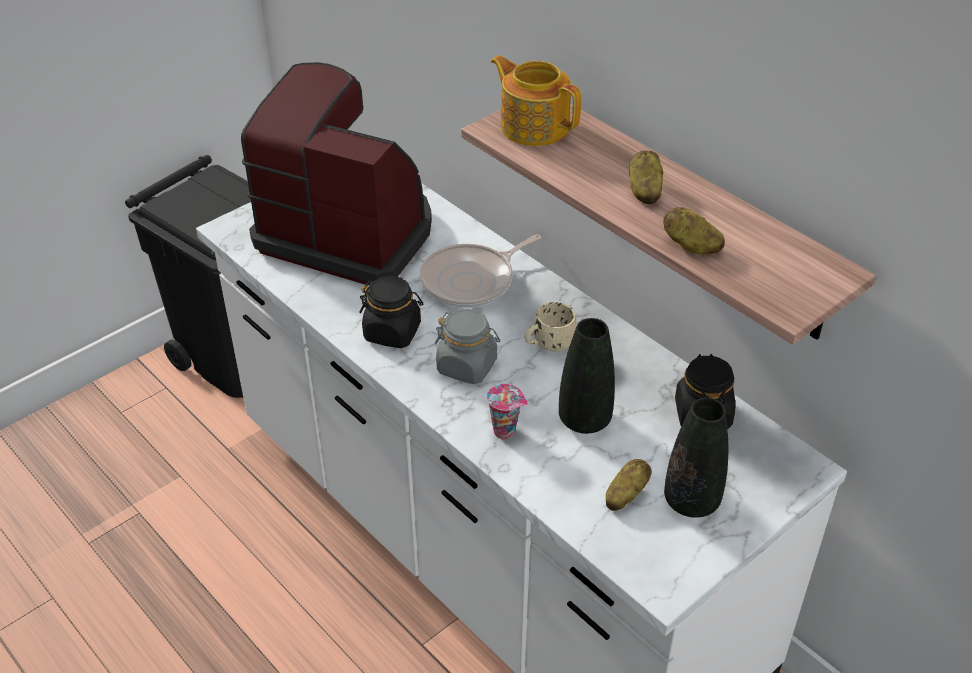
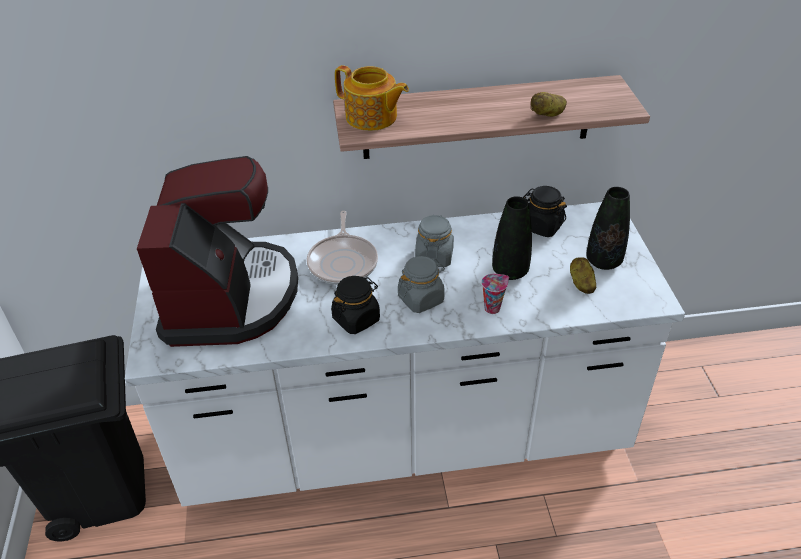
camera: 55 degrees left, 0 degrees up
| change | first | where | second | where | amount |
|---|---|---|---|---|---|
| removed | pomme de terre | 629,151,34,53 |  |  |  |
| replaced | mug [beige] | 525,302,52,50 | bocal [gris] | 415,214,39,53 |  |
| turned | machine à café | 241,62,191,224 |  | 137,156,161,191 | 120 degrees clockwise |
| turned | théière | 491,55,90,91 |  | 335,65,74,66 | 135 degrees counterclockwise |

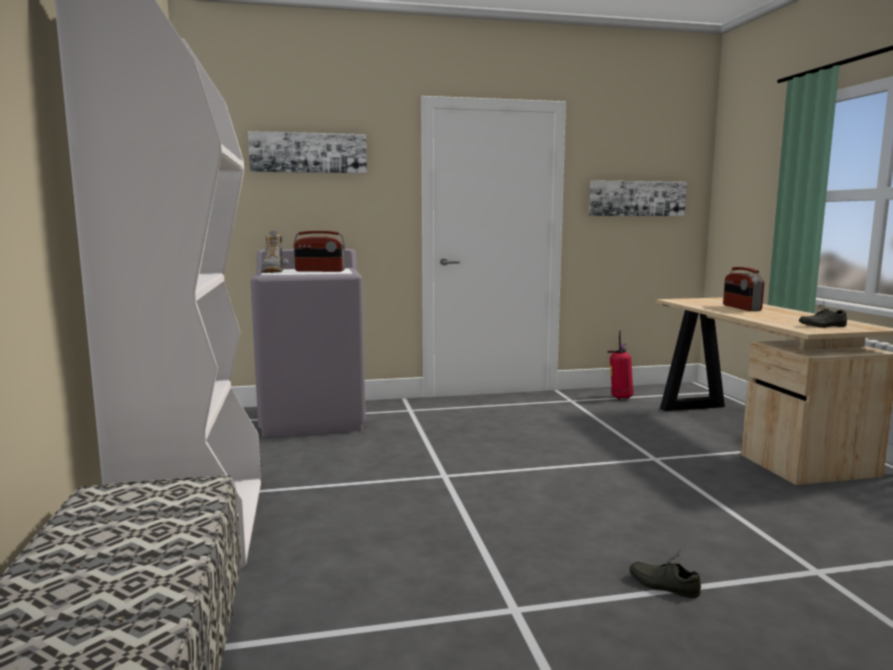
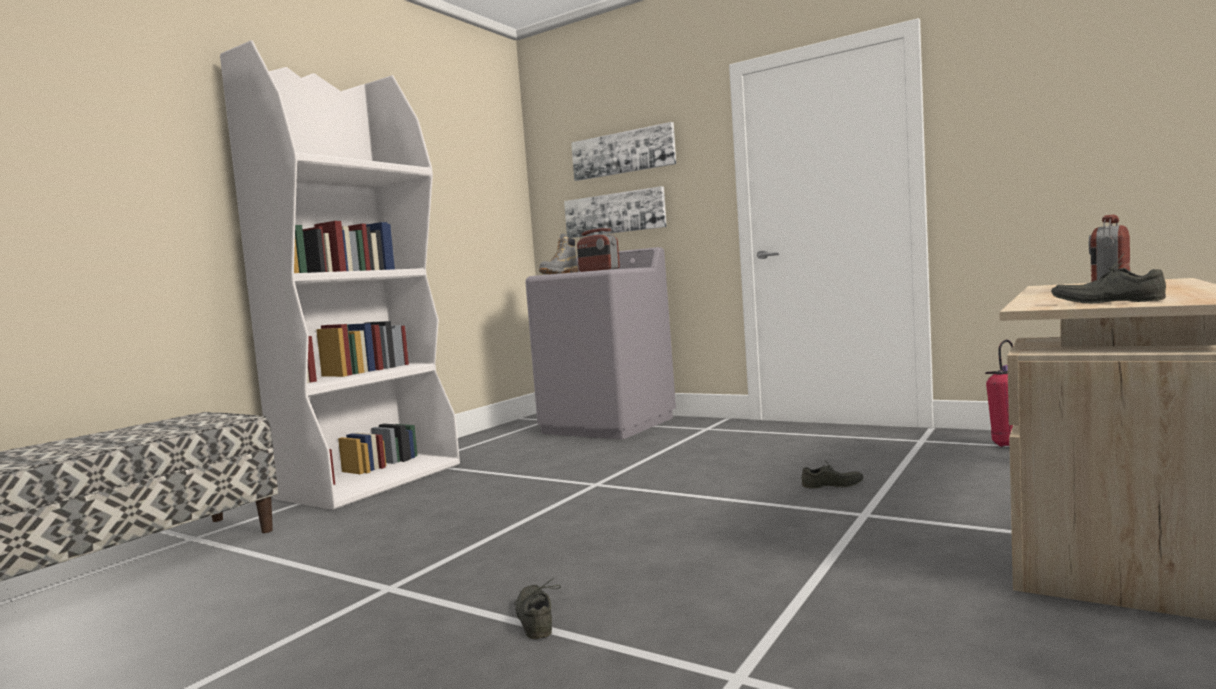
camera: 45 degrees right, 5 degrees down
| change | first | where | second | where | amount |
|---|---|---|---|---|---|
| added |  |  | chaussure [gris] | 802,463,62,26 |  |
| moved | tableau | 589,180,98,36 |  | 564,186,103,52 |  |

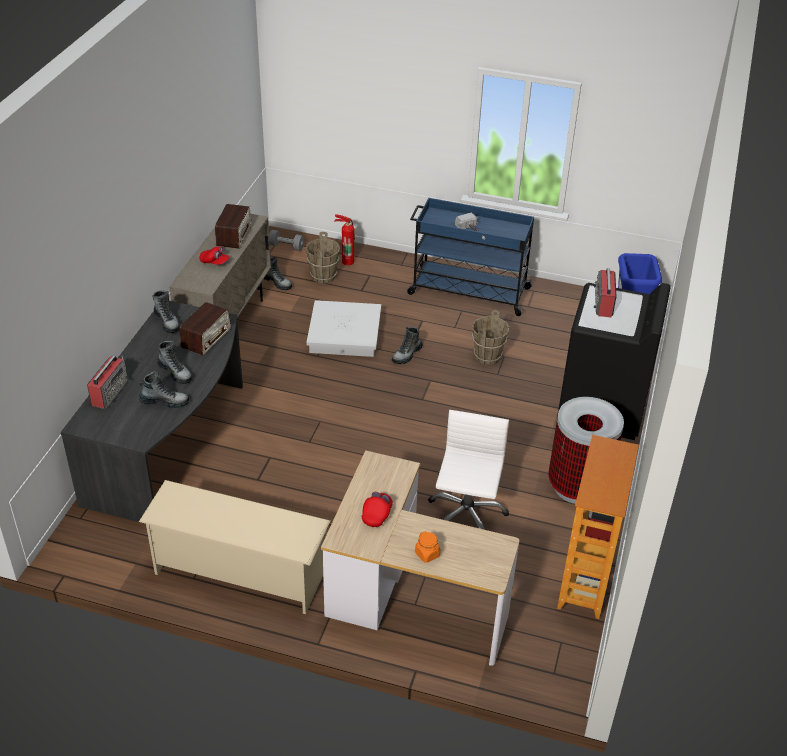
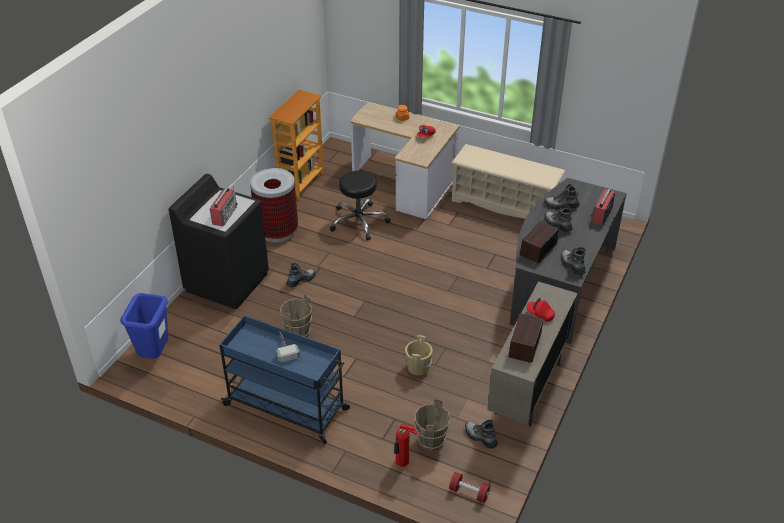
camera: 170 degrees left, 0 degrees up
| change | first | where | second | where | amount |
|---|---|---|---|---|---|
| moved | botte | 392,327,31,37 |  | 286,263,30,24 |  |
| replaced | boîte de rangement [blanc] | 307,300,74,57 | seau [beige] | 405,335,28,40 |  |
| replaced | chaise de bureau [blanc] | 428,410,81,120 | tabouret [noir] | 330,171,61,69 |  |
| recoloured | haltère [gris] | 269,230,35,21 | haltère [rouge] | 449,472,41,30 |  |

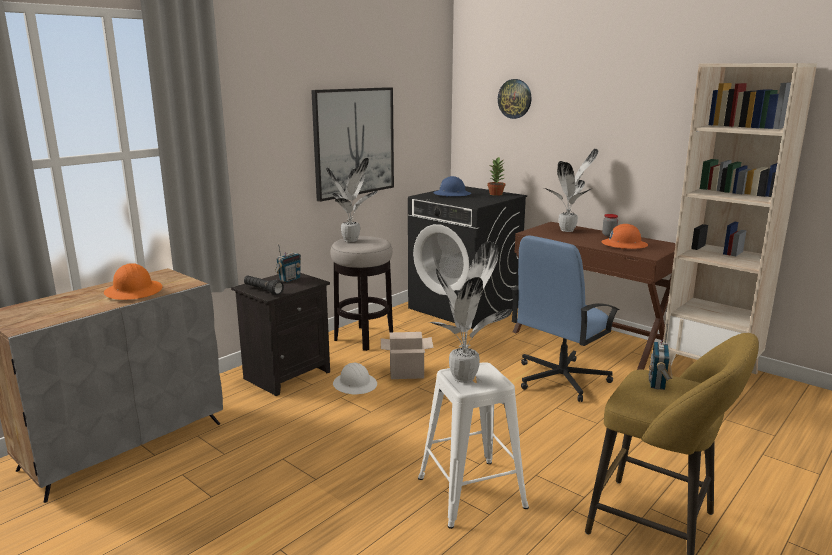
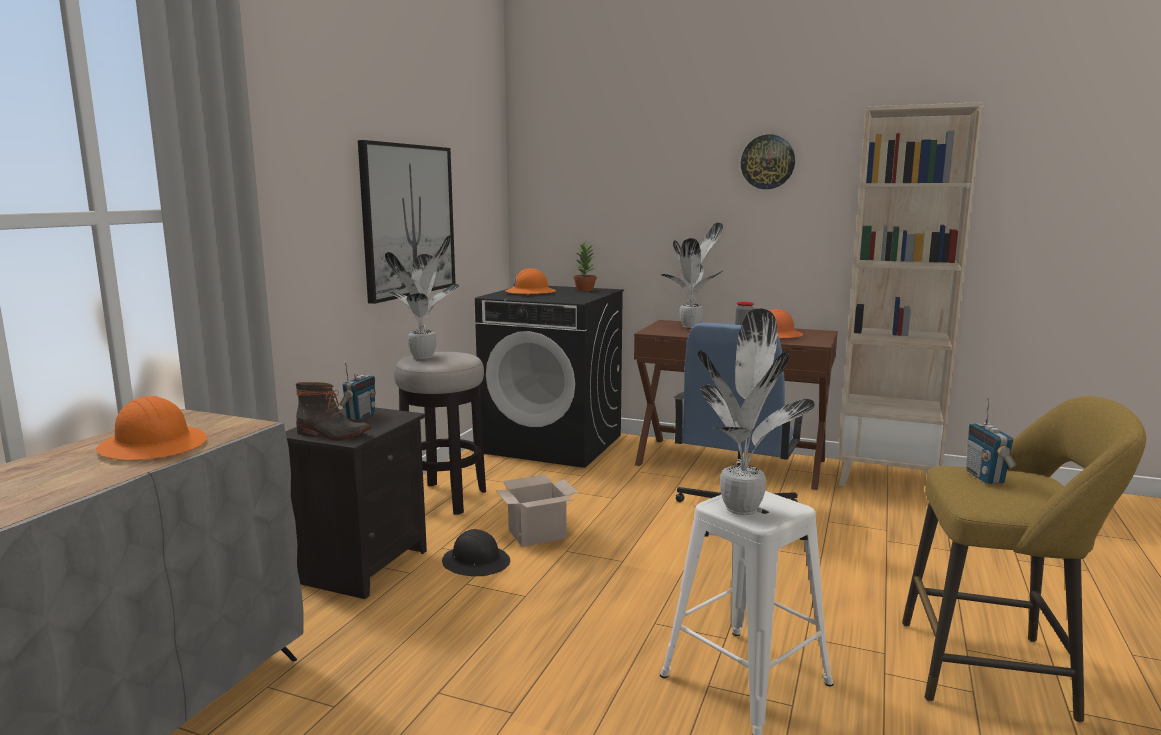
camera: 20 degrees left, 5 degrees down
| change | first | where | second | where | amount |
|---|---|---|---|---|---|
| moved | horloge murale | 498,79,33,40 |  | 741,134,54,55 |  |
| replaced | lampe de poche [noir] | 244,276,40,19 | botte | 296,382,75,58 |  |
| recoloured | casque de chantier [blanc] | 333,362,44,32 | casque de chantier [noir] | 442,529,68,47 |  |
| recoloured | casque de chantier [bleu] | 433,176,38,21 | casque de chantier [orange] | 505,268,51,27 |  |

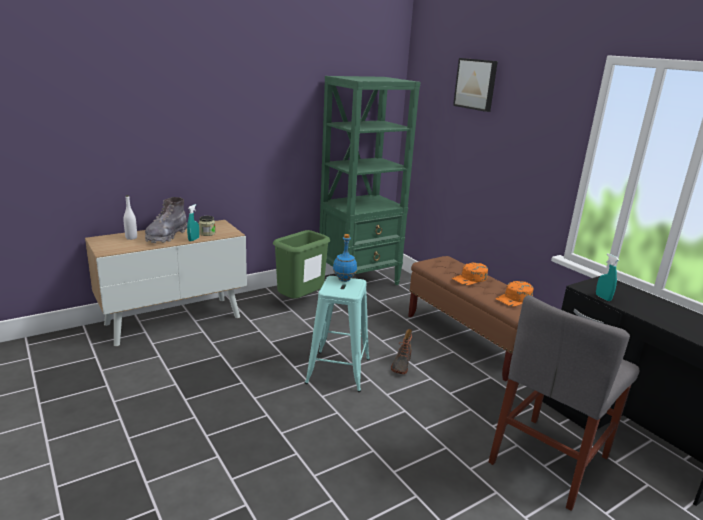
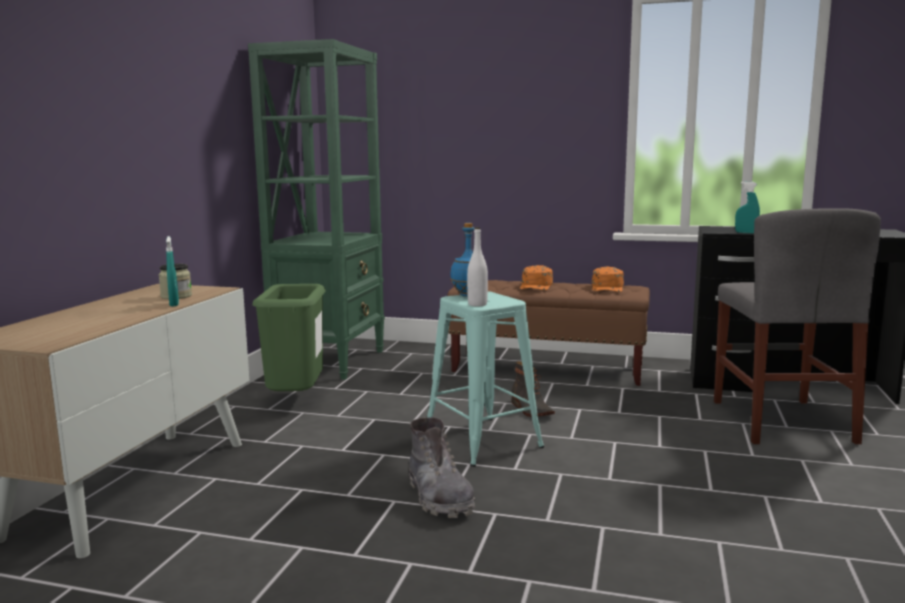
camera: 40 degrees left, 10 degrees down
| change | first | where | second | where | amount |
|---|---|---|---|---|---|
| removed | tableau | 453,58,45,54 |  |  |  |
| moved | bouteille [blanc] | 123,195,14,45 |  | 467,227,21,79 |  |
| moved | botte [gris] | 145,197,42,46 |  | 409,417,66,101 |  |

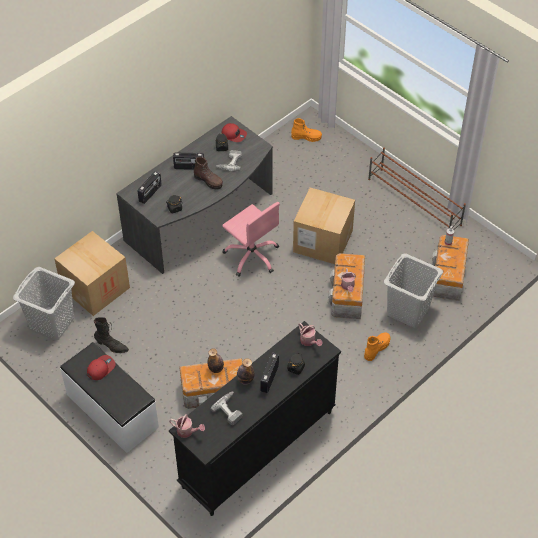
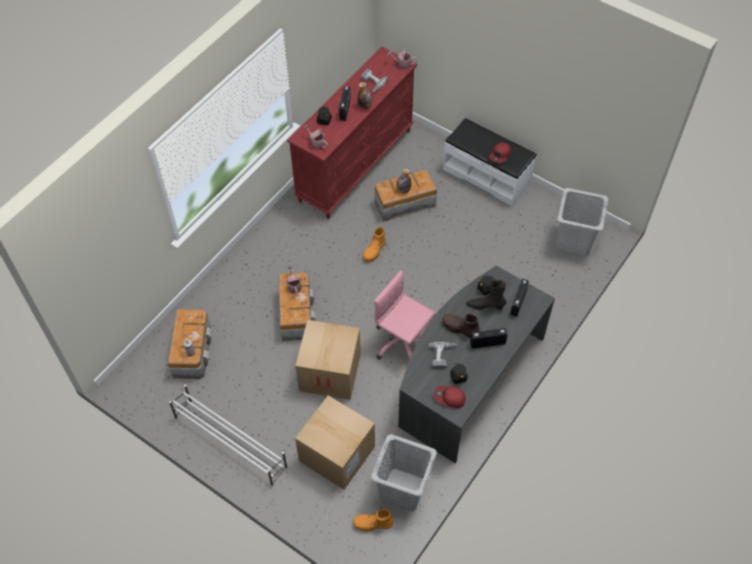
camera: 170 degrees right, 5 degrees up
| change | first | where | second | where | amount |
|---|---|---|---|---|---|
| moved | carton | 54,231,76,85 |  | 295,395,80,95 |  |
| moved | botte [noir] | 94,317,35,36 |  | 466,280,41,30 |  |
| moved | botte [orange] | 364,332,27,29 |  | 363,227,22,35 |  |
| moved | panier à linge [gris] | 384,253,59,75 |  | 371,434,66,77 |  |
| recoloured | commode [noir] | 169,321,172,195 | commode [rouge] | 287,47,130,172 |  |
| recoloured | étagère à chaussures [marron] | 368,148,98,82 | étagère à chaussures [blanc] | 169,385,119,102 |  |

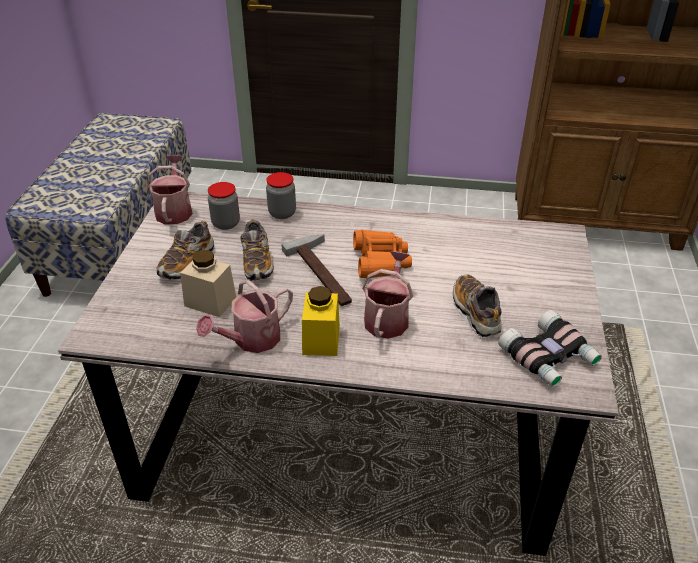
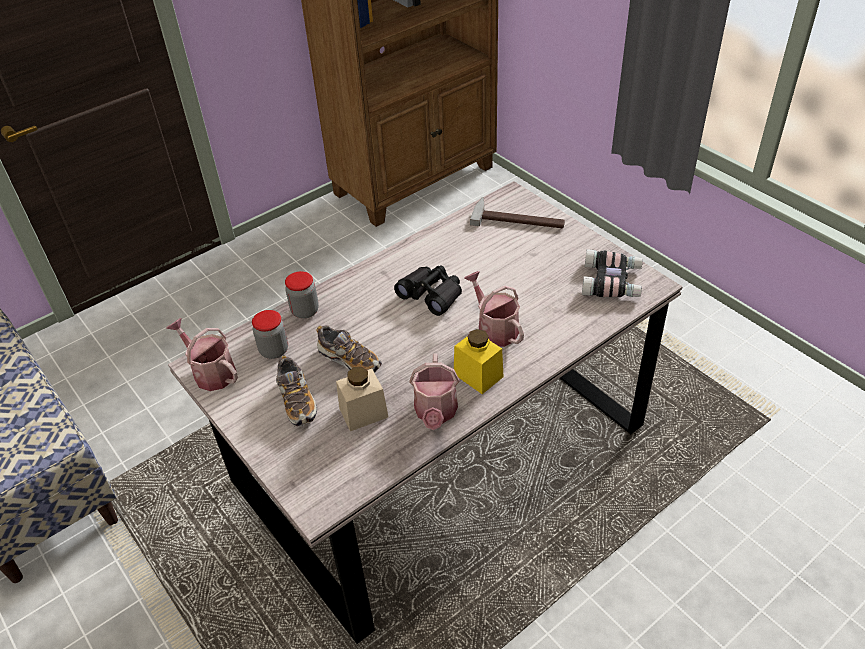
camera: 45 degrees left, 5 degrees up
| change | first | where | second | where | amount |
|---|---|---|---|---|---|
| removed | chaussure | 453,274,48,64 |  |  |  |
| moved | marteau | 282,234,70,72 |  | 470,197,95,31 |  |
| recoloured | jumelles [orange] | 353,230,59,48 | jumelles [noir] | 394,265,68,51 |  |

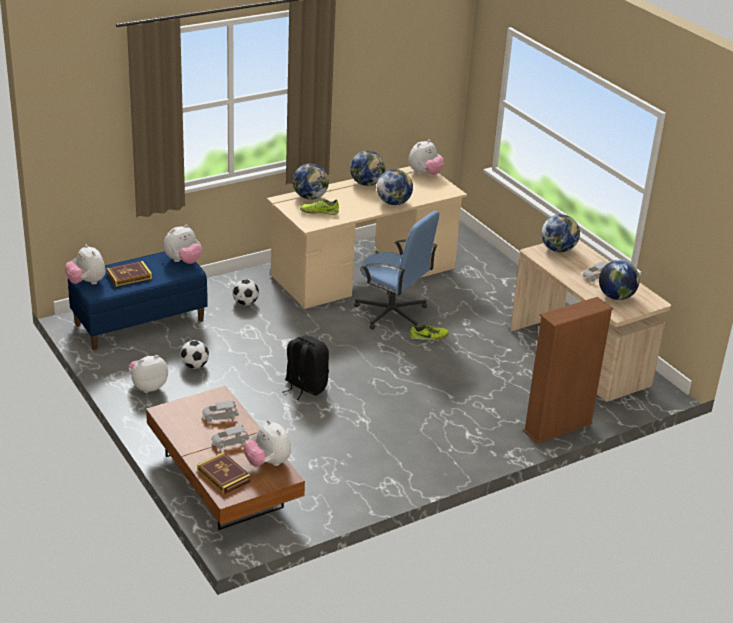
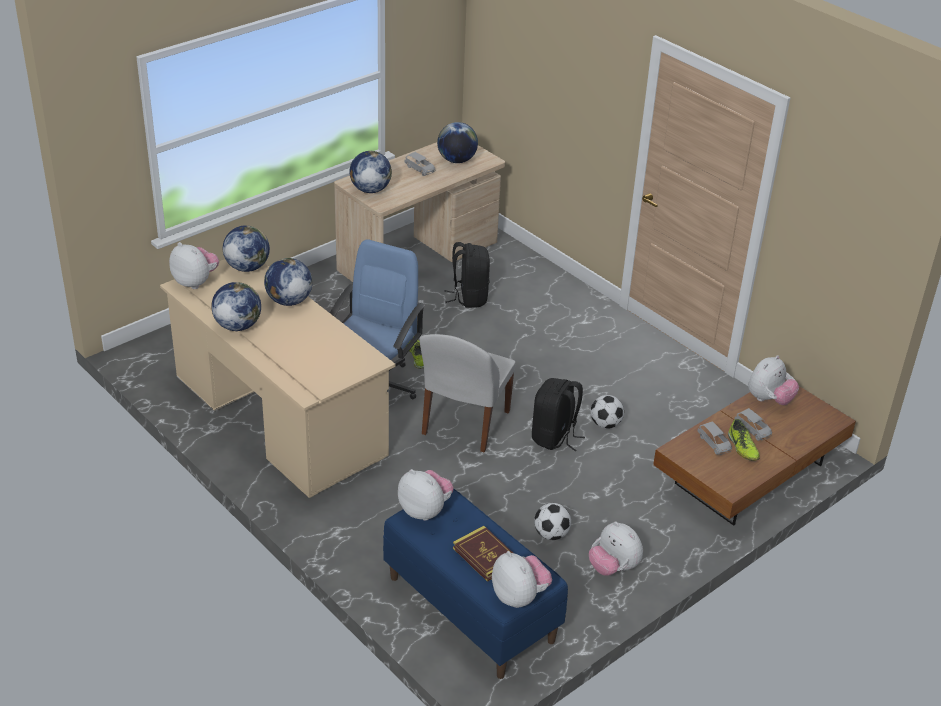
camera: 100 degrees left, 5 degrees up
| change | first | where | second | where | amount |
|---|---|---|---|---|---|
| removed | livre | 197,452,54,42 |  |  |  |
| removed | bibliothèque [marron] | 523,297,90,147 |  |  |  |
| added |  |  | chaise [blanc] | 419,334,97,118 |  |
| added |  |  | sac à dos [noir] | 444,242,46,66 |  |
| moved | ballon de foot | 232,279,27,26 |  | 590,395,34,34 |  |
| moved | globe | 293,163,36,37 |  | 223,225,47,47 |  |
| moved | chaussure | 300,199,39,16 |  | 728,419,32,42 |  |
| turned | peluche | 65,244,41,40 |  | 492,551,60,57 | 75 degrees counterclockwise |

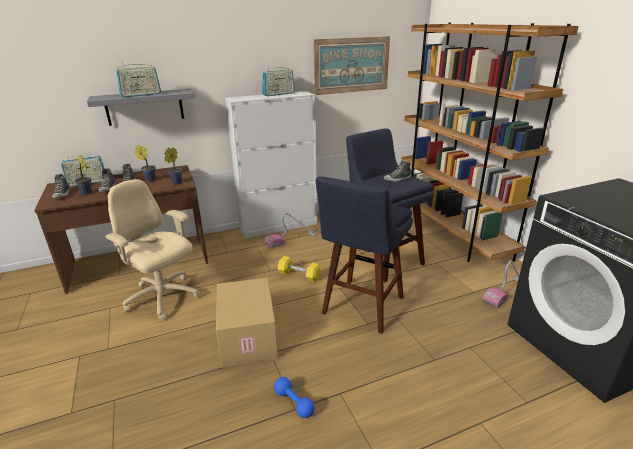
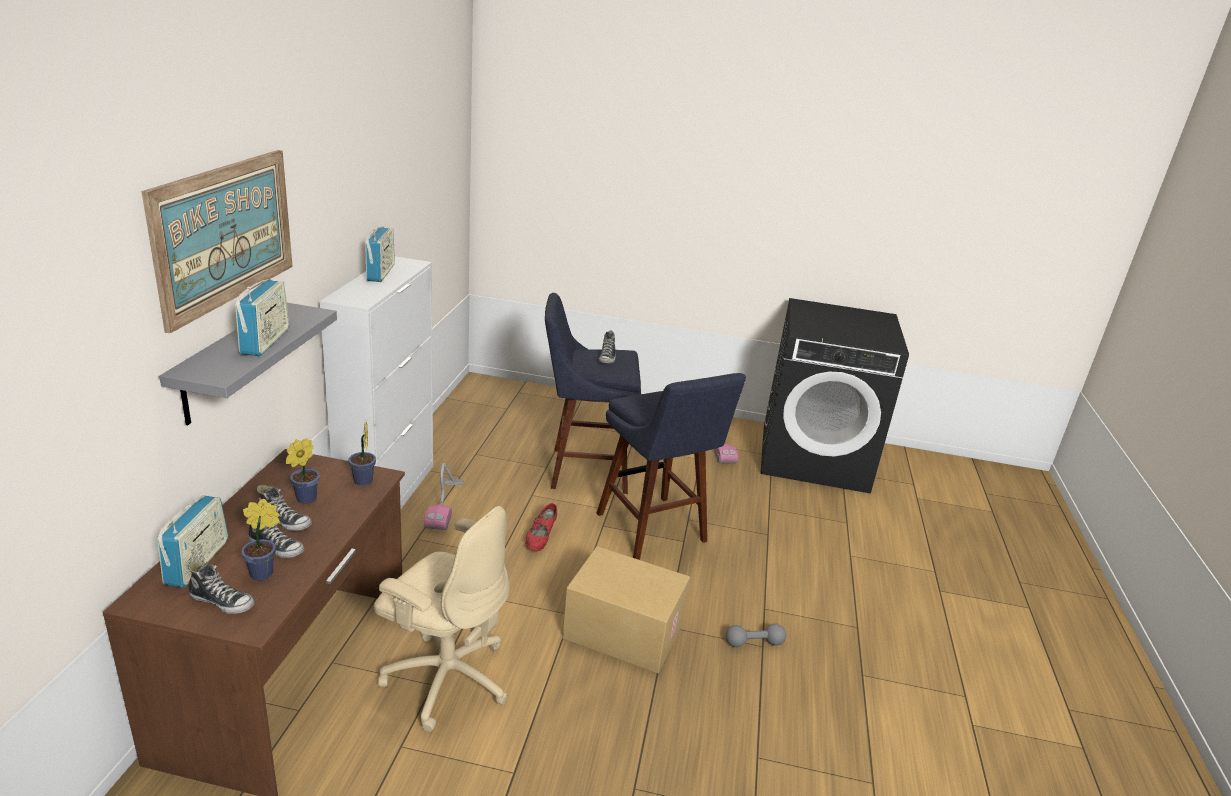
camera: 60 degrees left, 0 degrees up
| change | first | where | second | where | amount |
|---|---|---|---|---|---|
| removed | bibliothèque [marron] | 401,23,177,239 |  |  |  |
| moved | tableau | 313,36,77,59 |  | 142,150,151,183 |  |
| replaced | haltère [jaune] | 278,256,43,26 | chaussure [rouge] | 526,503,31,48 |  |
| recoloured | haltère [bleu] | 274,377,41,41 | haltère [gris] | 726,623,60,24 |  |
| turned | chaise de bureau [beige] | 105,179,96,141 |  | 374,506,136,226 | 135 degrees counterclockwise |

